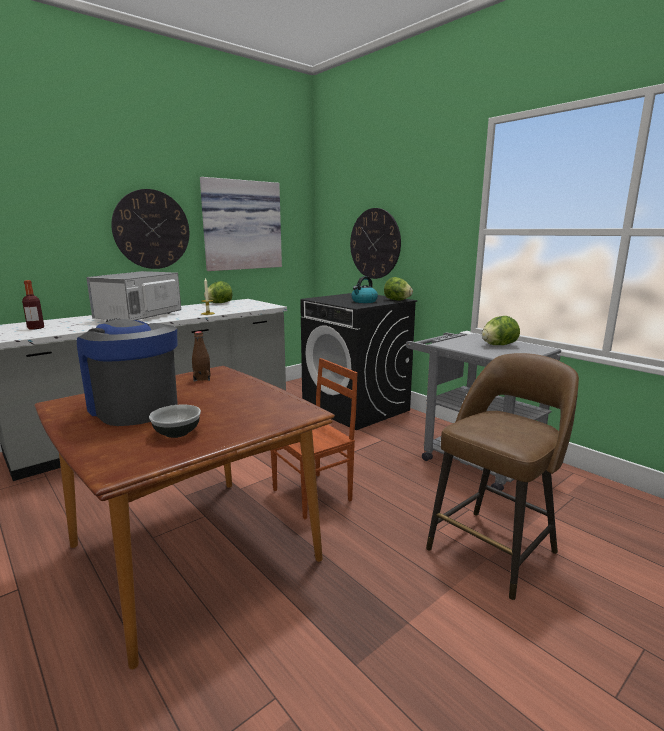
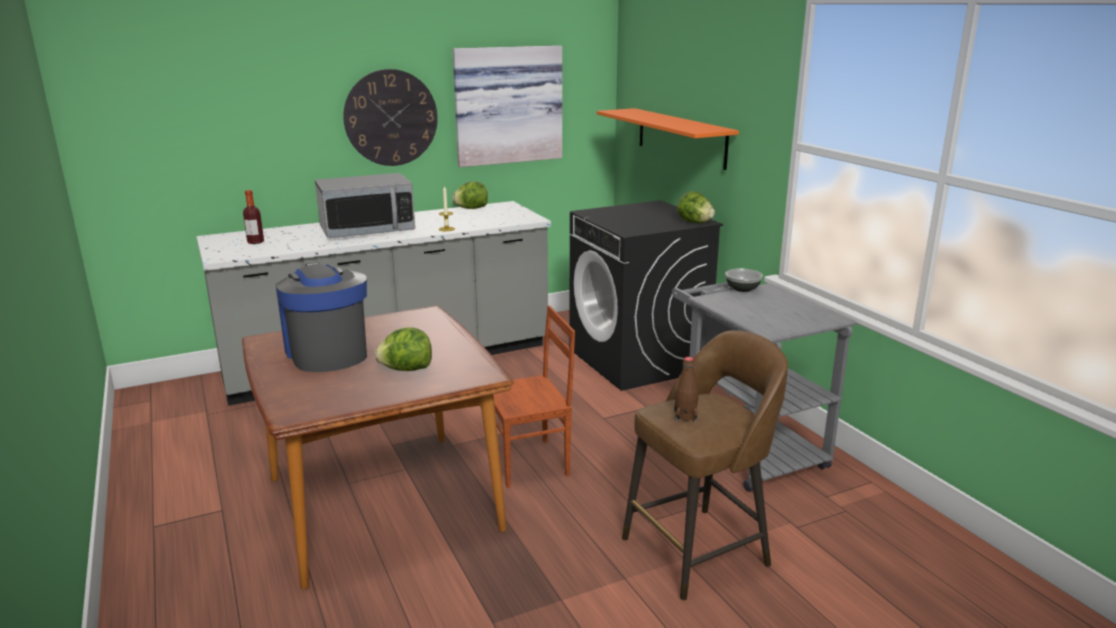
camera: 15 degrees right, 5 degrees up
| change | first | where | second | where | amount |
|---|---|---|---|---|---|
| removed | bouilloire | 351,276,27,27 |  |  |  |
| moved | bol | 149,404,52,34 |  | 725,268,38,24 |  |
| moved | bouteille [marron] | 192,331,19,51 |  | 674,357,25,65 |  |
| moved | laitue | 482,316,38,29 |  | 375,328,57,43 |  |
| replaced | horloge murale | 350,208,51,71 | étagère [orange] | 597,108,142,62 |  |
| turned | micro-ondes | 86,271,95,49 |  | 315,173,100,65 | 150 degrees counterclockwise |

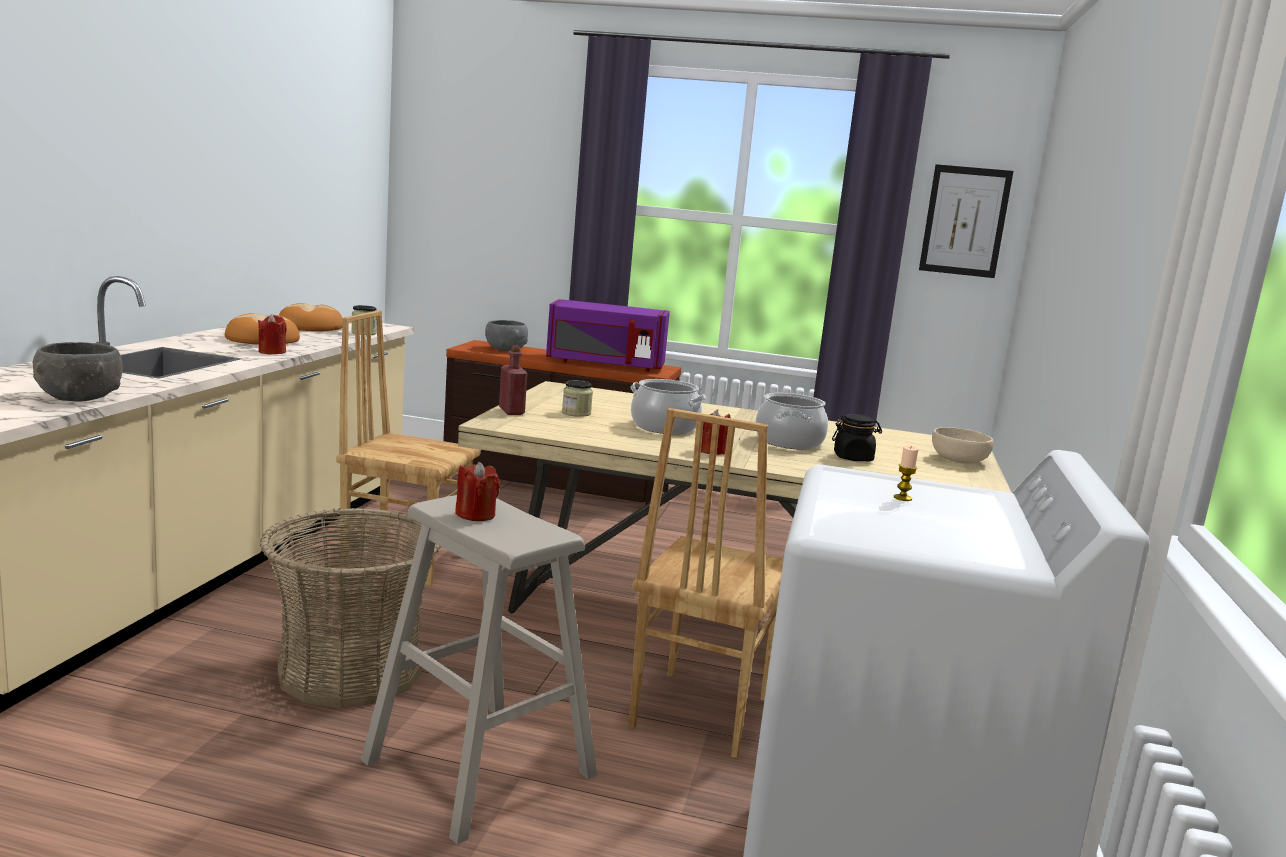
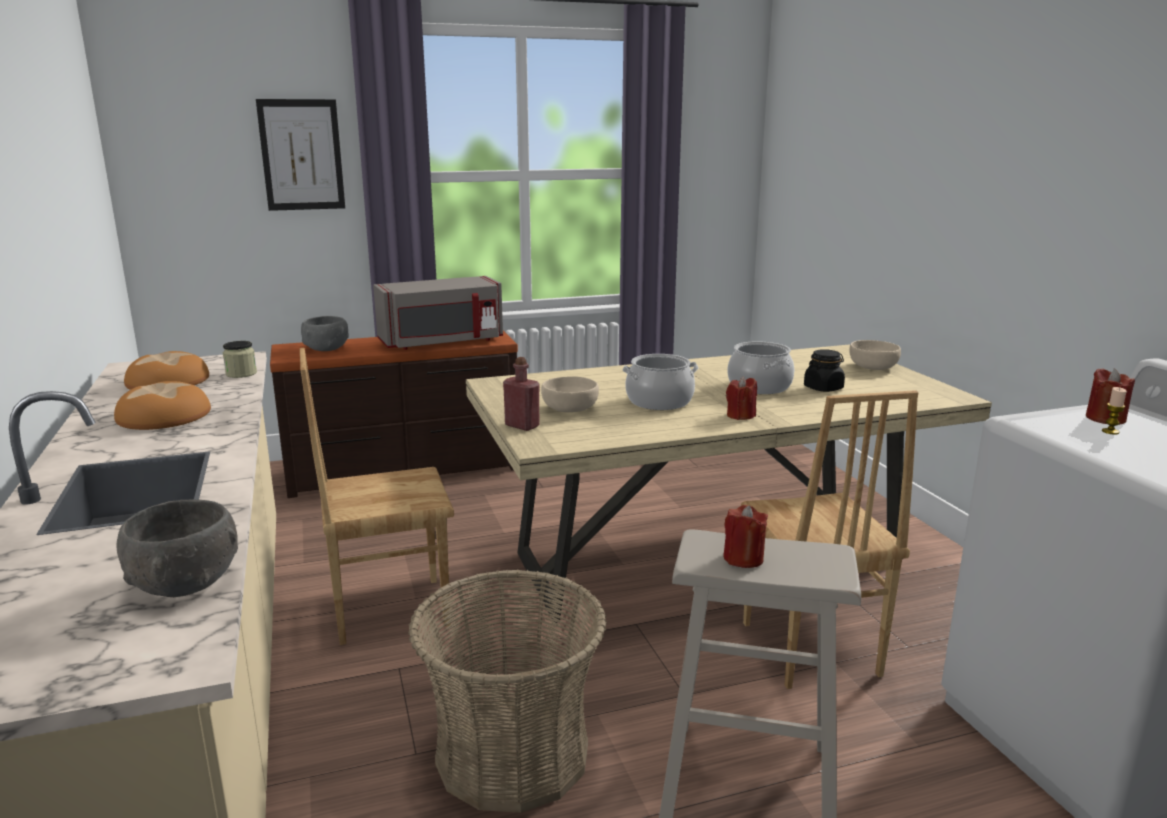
camera: 30 degrees left, 5 degrees up
| change | first | where | second | where | amount |
|---|---|---|---|---|---|
| moved | bougie [rouge] | 258,314,29,40 |  | 1086,369,49,56 |  |
| moved | tableau | 919,164,94,114 |  | 256,99,89,112 |  |
| replaced | bocal | 562,380,31,37 | bol [beige] | 541,376,58,36 |  |
| recoloured | micro-ondes [violet] | 546,299,124,73 | micro-ondes [gris] | 373,276,130,74 |  |

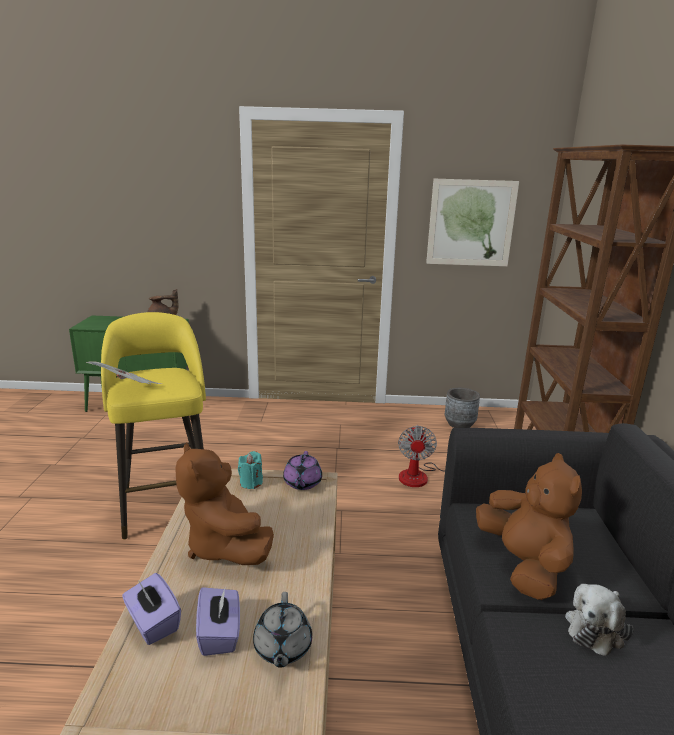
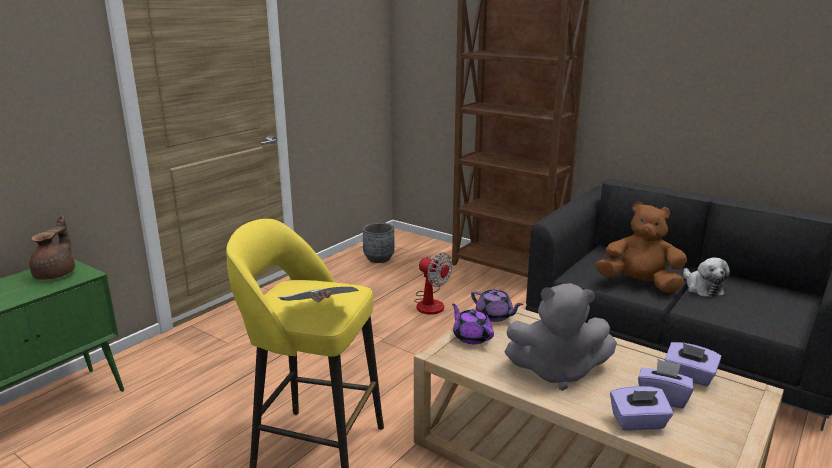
camera: 55 degrees left, 0 degrees up
| change | first | where | second | where | amount |
|---|---|---|---|---|---|
| removed | tableau | 426,179,93,87 |  |  |  |
| replaced | bougie [turquoise] | 238,451,25,38 | théière [violet] | 452,304,42,40 |  |
| replaced | théière [gris] | 253,592,59,76 | boîte à mouchoirs [violet] | 665,342,56,44 |  |
| recoloured | peluche [marron] | 175,442,99,123 | peluche [gris] | 505,283,112,108 |  |

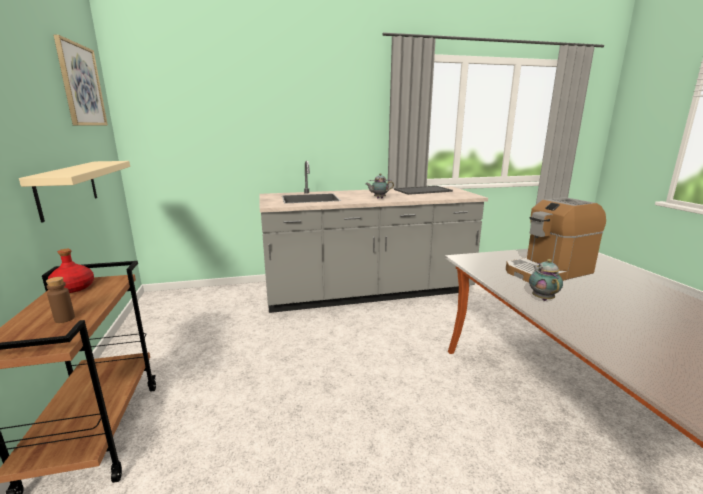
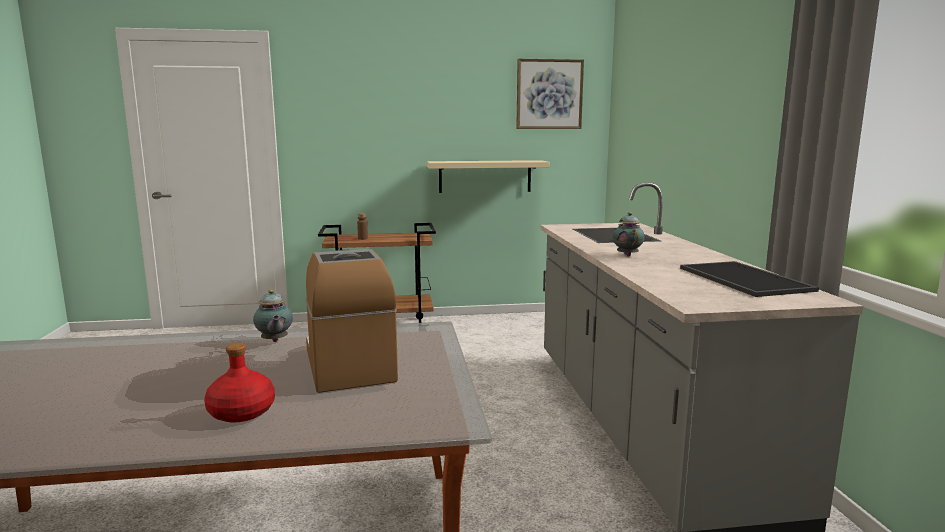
camera: 95 degrees right, 5 degrees down
| change | first | where | second | where | amount |
|---|---|---|---|---|---|
| moved | bouteille [rouge] | 48,249,46,44 |  | 204,343,71,79 |  |
| turned | théière | 529,259,34,42 |  | 253,290,40,52 | 60 degrees clockwise |

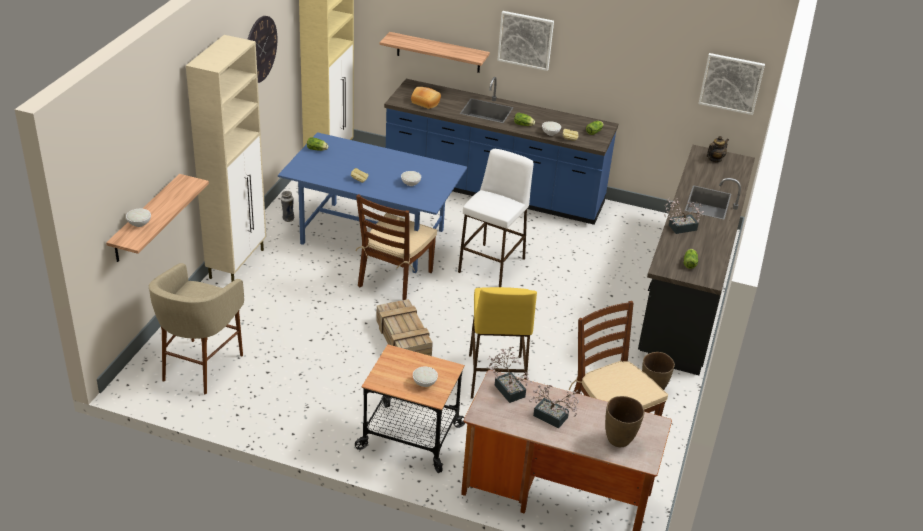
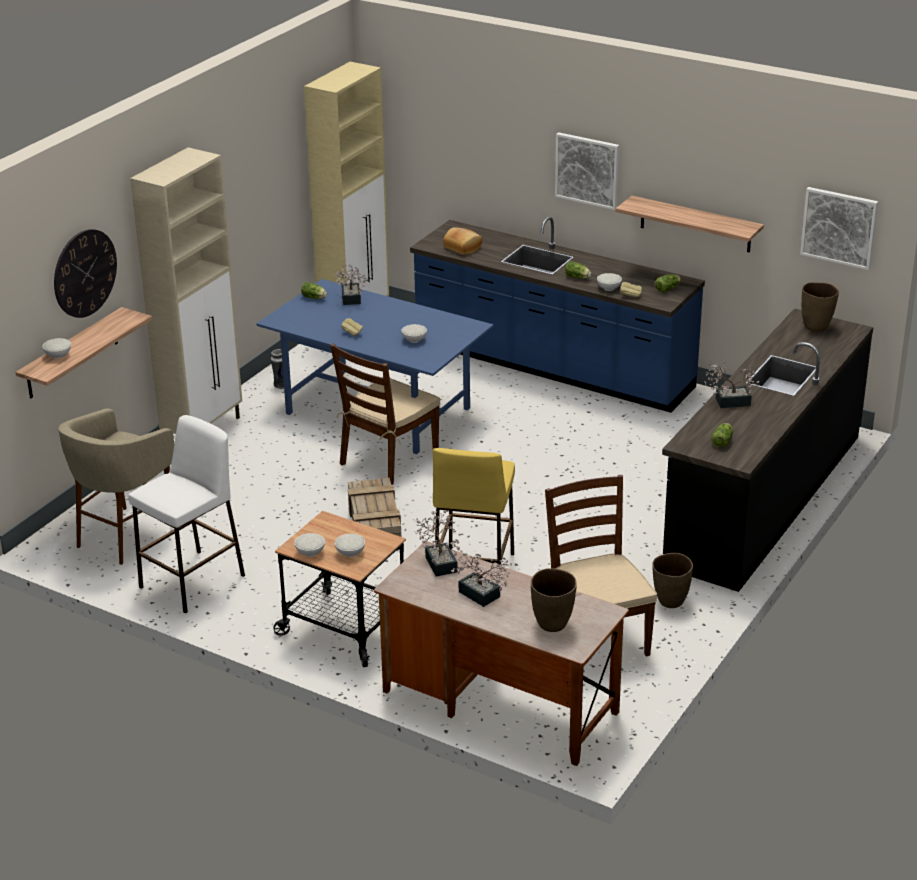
camera: 15 degrees right, 5 degrees down
| change | first | where | second | where | amount |
|---|---|---|---|---|---|
| added |  |  | bol [blanc] | 295,533,30,24 |  |
| added |  |  | plante en pot | 336,264,32,41 |  |
| moved | horloge murale | 247,16,30,67 |  | 54,229,63,89 |  |
| moved | étagère | 380,32,110,41 |  | 615,196,149,57 |  |
| moved | tabouret [blanc] | 458,149,76,138 |  | 128,415,117,199 |  |
| replaced | théière | 707,136,22,26 | vase [marron] | 801,282,38,50 |  |

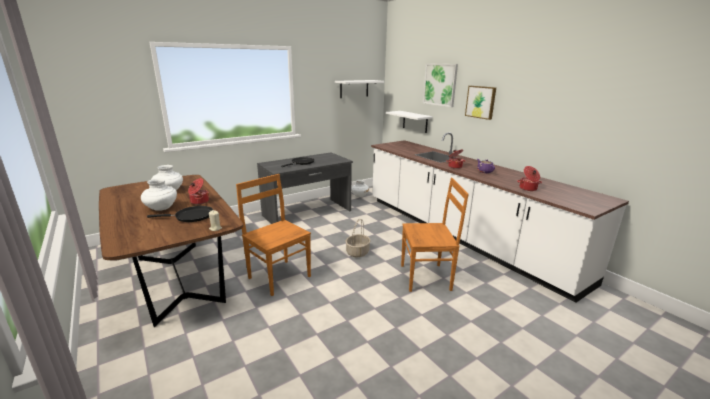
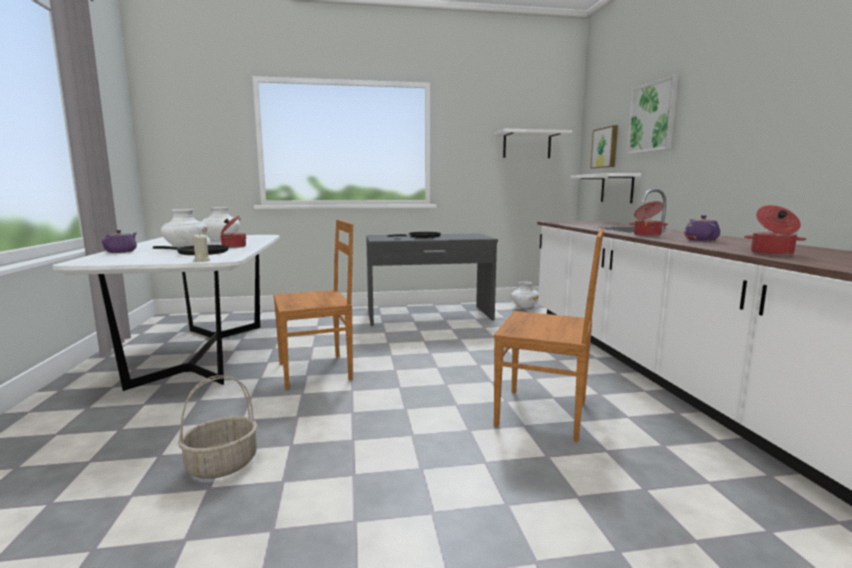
camera: 25 degrees right, 10 degrees down
| change | first | where | second | where | amount |
|---|---|---|---|---|---|
| added |  |  | théière [violet] | 102,230,35,23 |  |
| moved | panier | 345,219,26,38 |  | 178,375,80,104 |  |
| moved | tableau | 465,86,31,34 |  | 590,125,28,44 |  |
| recoloured | table à manger [marron] | 99,175,144,152 | table à manger [blanc] | 52,235,228,156 |  |
| turned | chaise [marron] | 236,174,75,122 |  | 273,219,80,170 | 90 degrees clockwise |

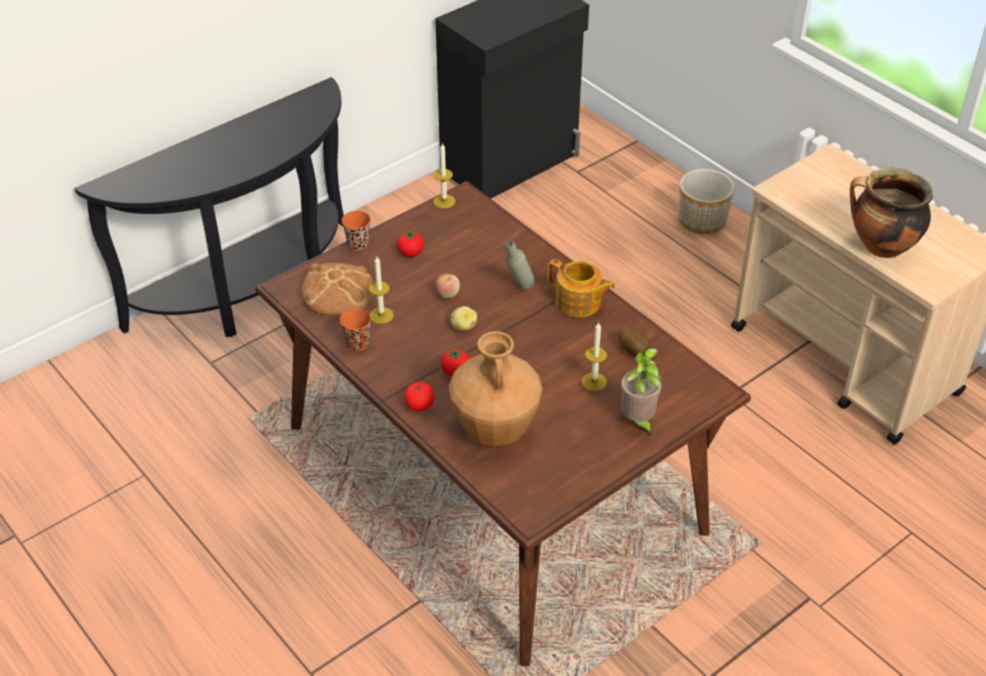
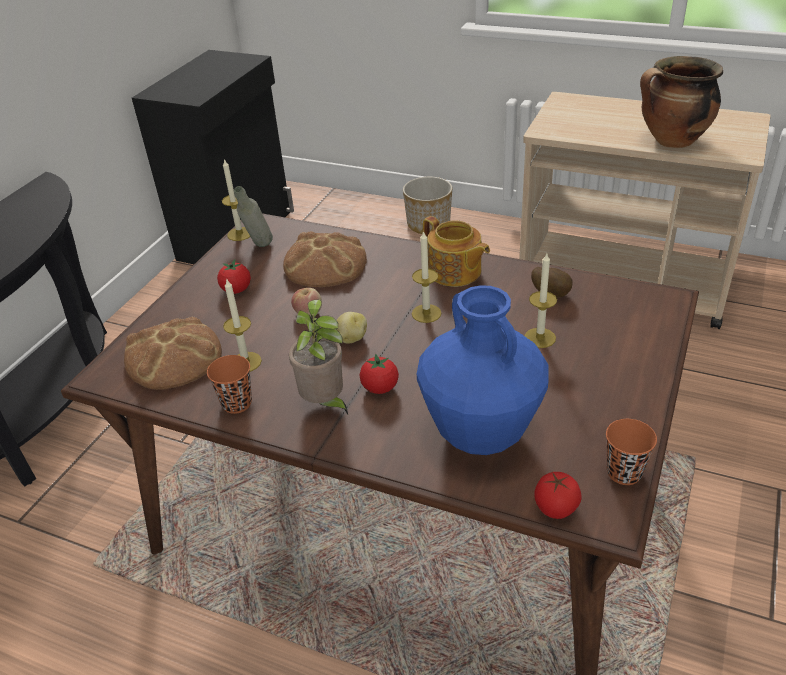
camera: 25 degrees left, 5 degrees down
| change | first | where | second | where | amount |
|---|---|---|---|---|---|
| added |  |  | pain | 283,231,84,56 |  |
| added |  |  | bougie | 412,230,29,93 |  |
| moved | tasse [orange] | 342,211,29,40 |  | 606,419,51,66 |  |
| moved | tomate | 404,382,30,29 |  | 534,472,48,47 |  |
| moved | bouteille [gris] | 505,241,30,49 |  | 234,186,39,61 |  |
| moved | plante en pot | 621,348,42,88 |  | 289,300,59,114 |  |
| recoloured | vase [marron] | 449,331,93,116 | vase [bleu] | 417,285,131,170 |  |
| turned | théière | 547,259,68,58 |  | 423,216,67,71 | 45 degrees clockwise |

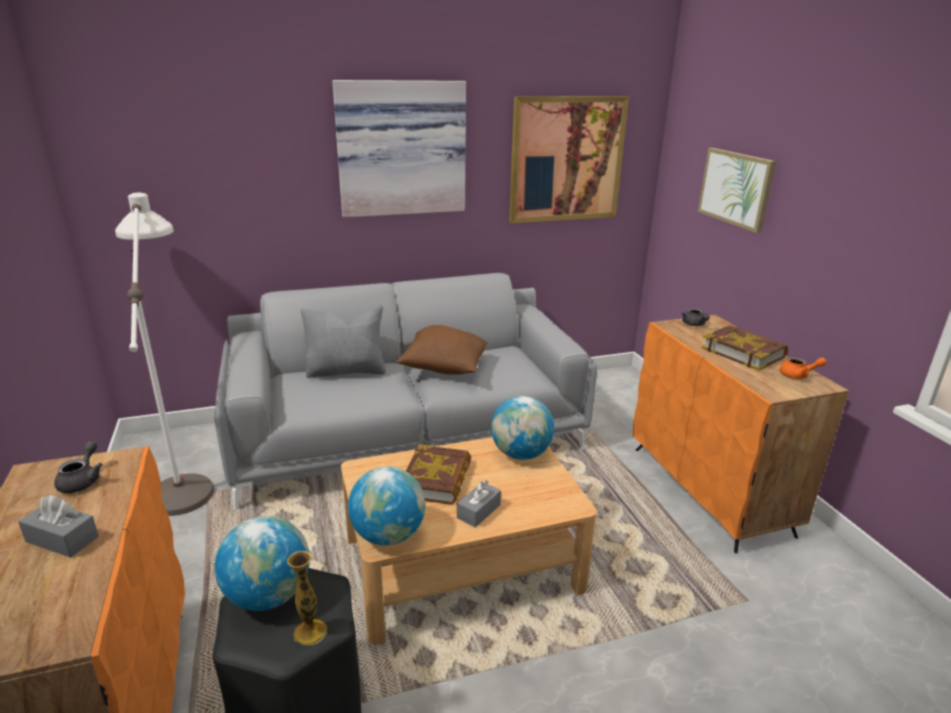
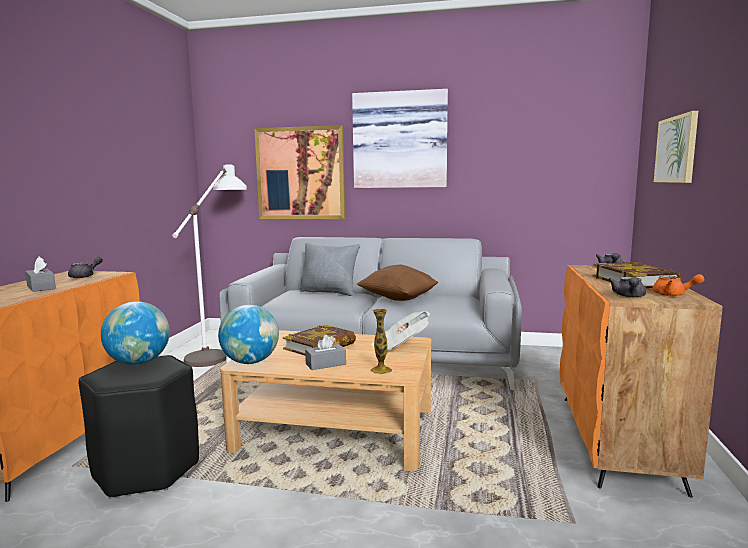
camera: 30 degrees right, 15 degrees down
| change | first | where | second | where | amount |
|---|---|---|---|---|---|
| added |  |  | théière [gris] | 608,277,38,20 |  |
| moved | vase | 287,551,40,94 |  | 371,309,21,65 |  |
| moved | tableau | 509,96,120,127 |  | 254,125,91,94 |  |
| replaced | globe | 491,396,63,64 | journal | 371,311,60,40 |  |

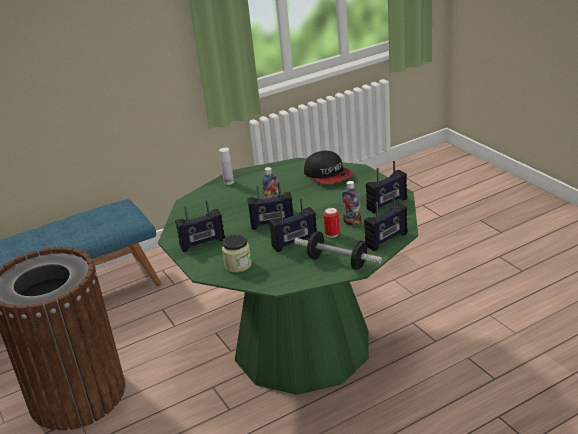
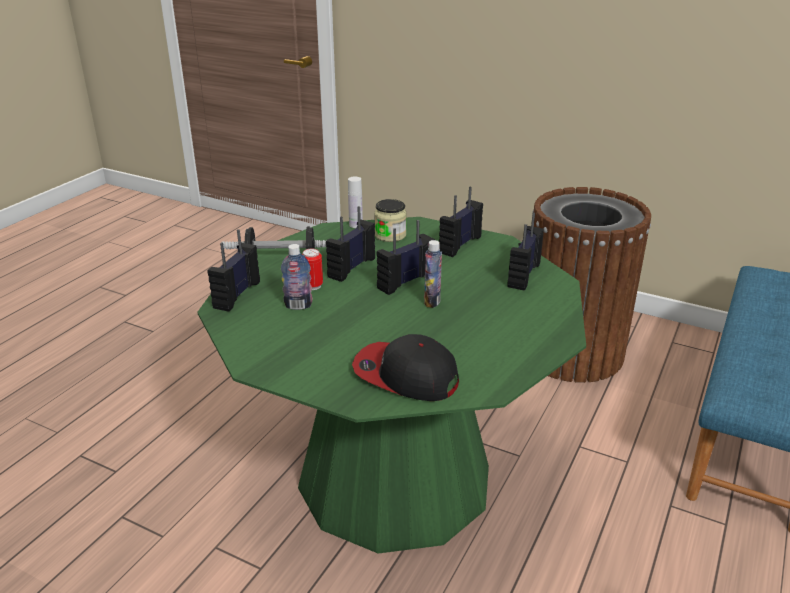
camera: 145 degrees right, 0 degrees up
| change | first | where | second | where | amount |
|---|---|---|---|---|---|
| moved | bouteille [blanc] | 219,148,15,37 |  | 348,177,15,51 |  |
| moved | radio | 366,161,41,53 |  | 507,213,37,77 |  |

